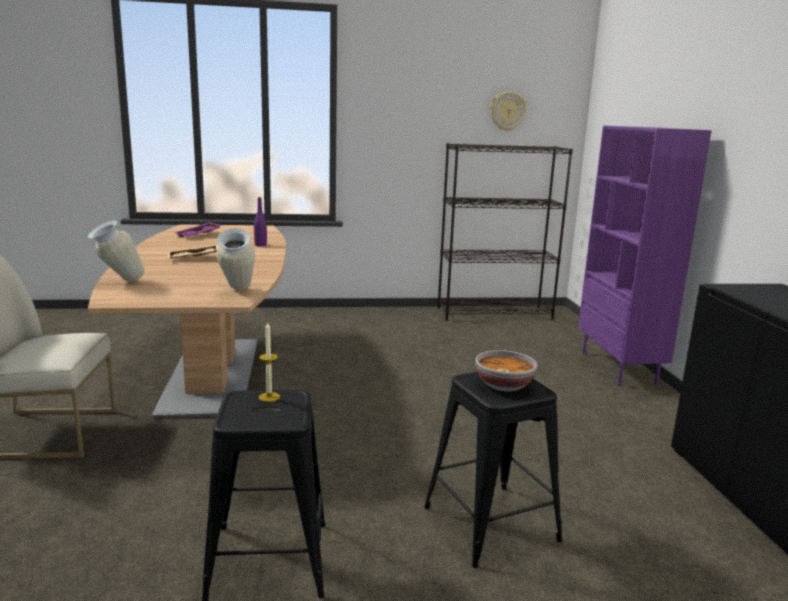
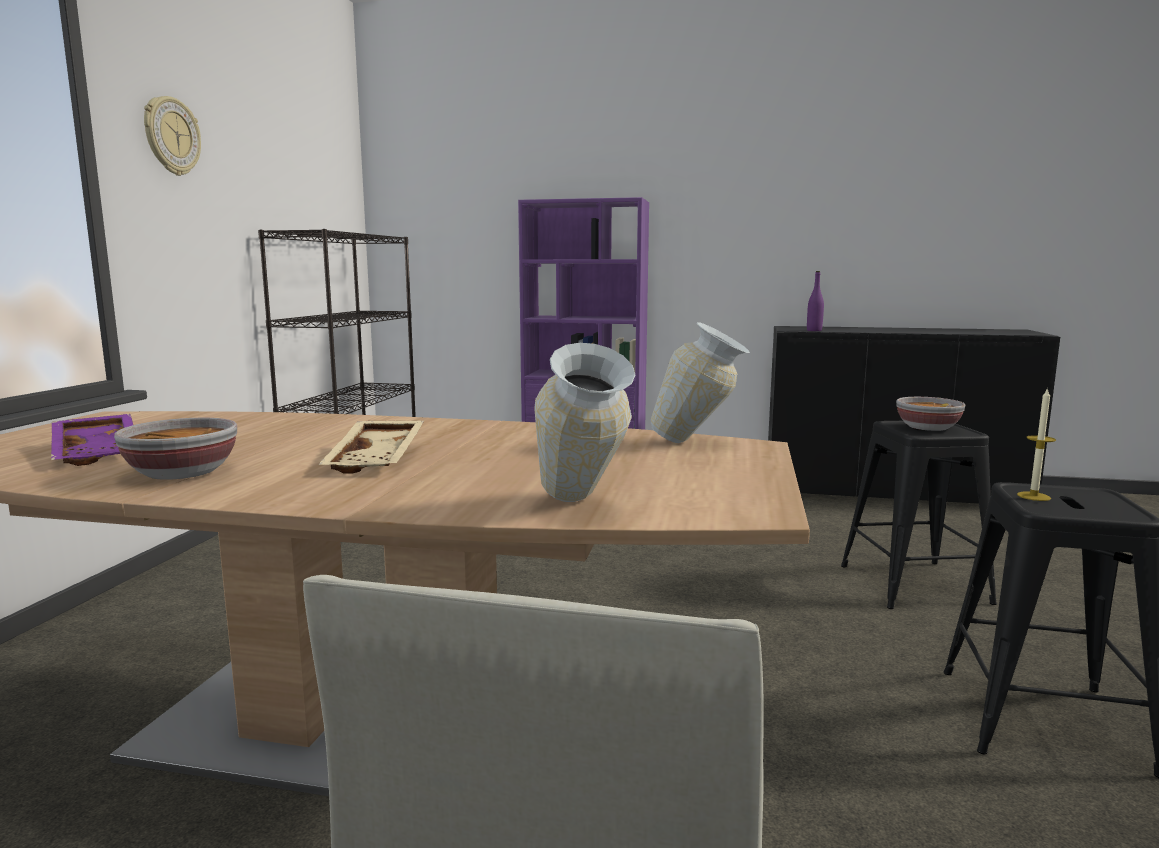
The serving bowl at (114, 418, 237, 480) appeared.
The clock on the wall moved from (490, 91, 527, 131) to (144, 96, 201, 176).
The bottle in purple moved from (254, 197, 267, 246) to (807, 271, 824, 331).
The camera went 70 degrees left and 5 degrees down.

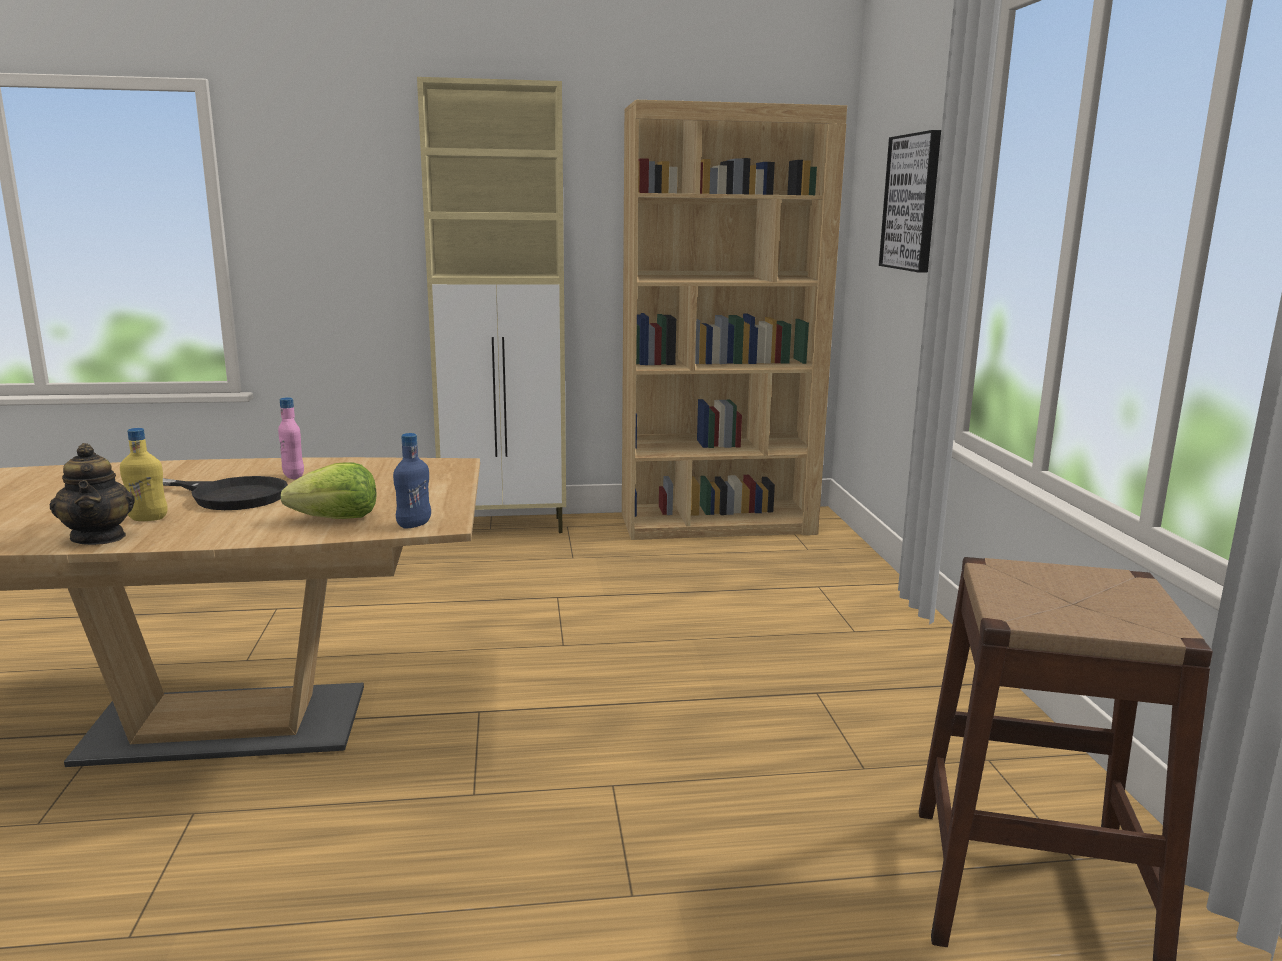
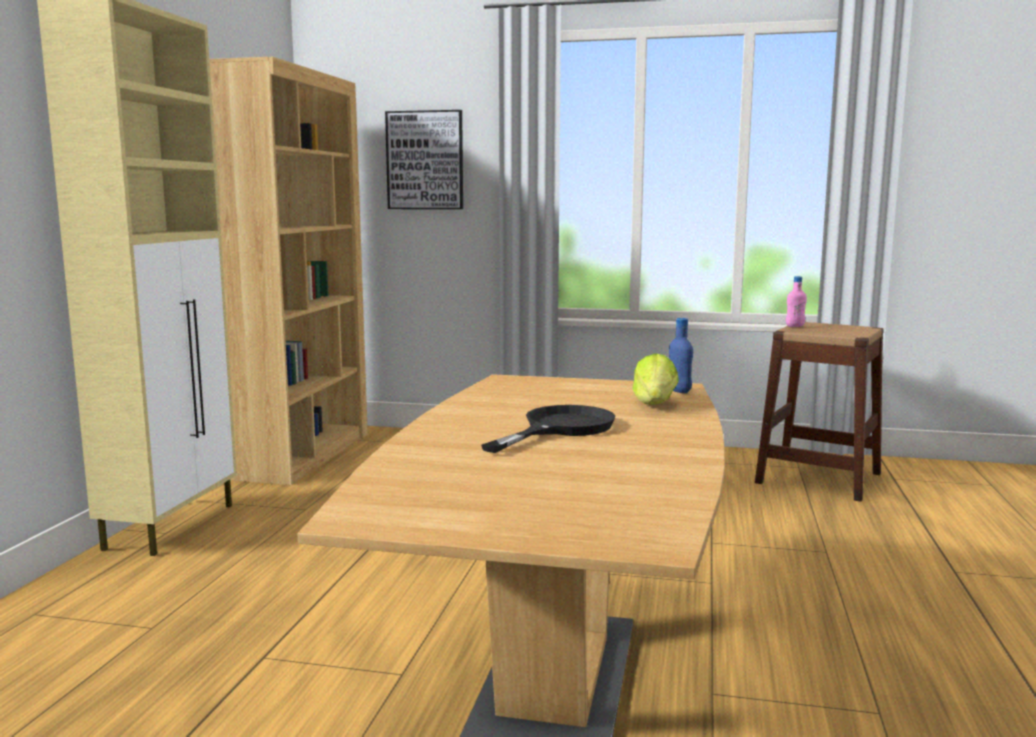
The bottle in pink moved from (278, 397, 304, 479) to (786, 276, 807, 327).
The tea pot at (50, 443, 135, 545) disappeared.
The bottle in yellow at (120, 428, 168, 521) disappeared.
The camera went 70 degrees left and 5 degrees down.

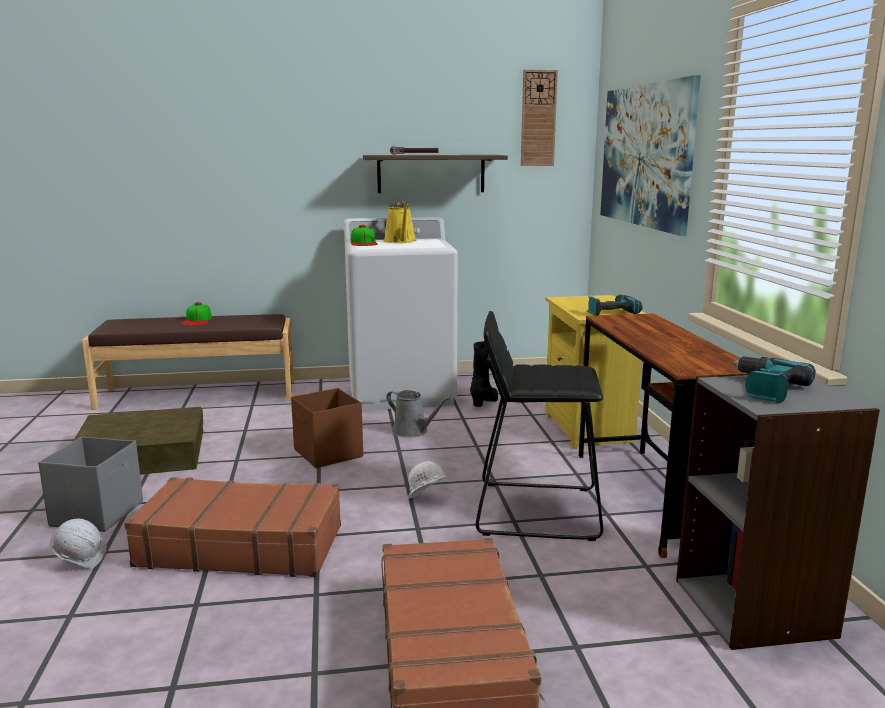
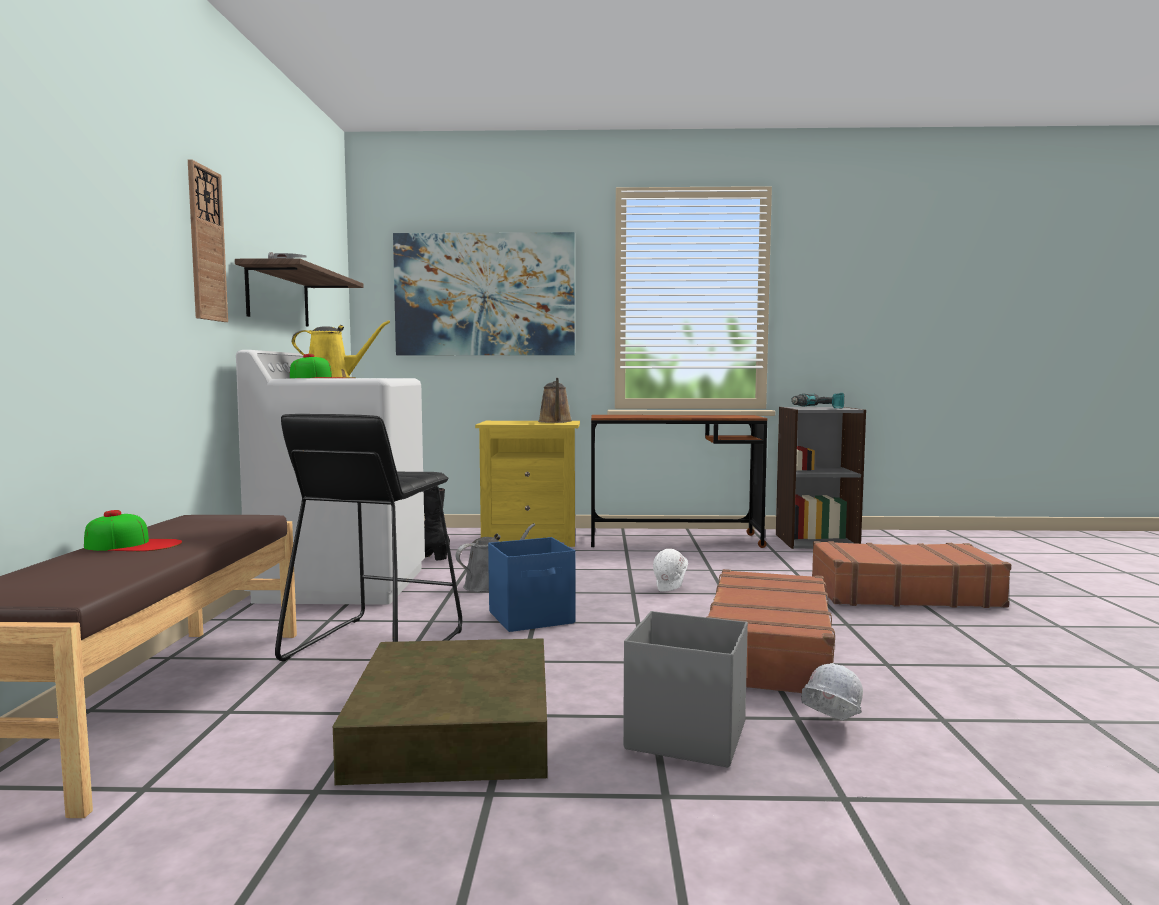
The clock on the wall moved from (521, 70, 558, 166) to (188, 160, 228, 322).
The stool in black moved from (476, 311, 603, 541) to (275, 414, 462, 661).
The storage box in brown-coloured at (291, 388, 363, 468) became the storage box in blue-coloured at (488, 537, 576, 632).
The drill at (587, 295, 642, 316) was replaced by the watering pot in brown-coloured at (538, 378, 572, 423).
The camera went 80 degrees left and 10 degrees down.

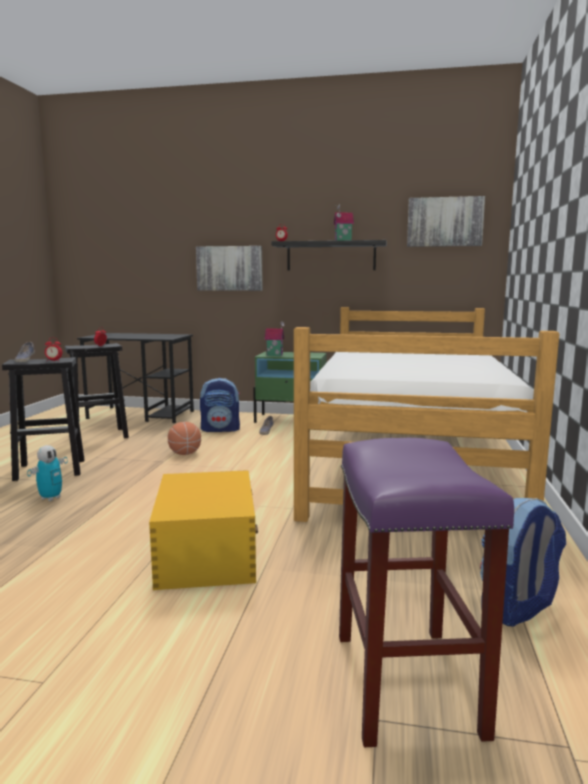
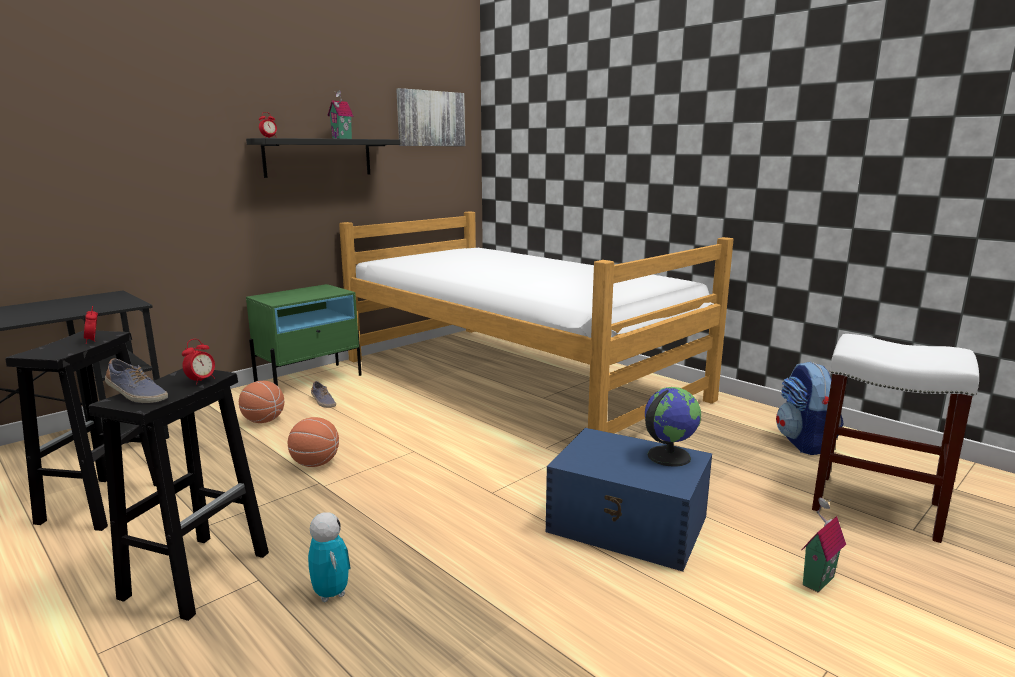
The knapsack at (200, 378, 240, 432) was replaced by the basketball ball at (239, 381, 284, 423).
The storage box in yellow at (149, 470, 258, 590) became the storage box in blue-coloured at (545, 428, 712, 571).
The world globe at (645, 387, 701, 467) appeared.
The model house moved from (264, 321, 284, 356) to (801, 498, 846, 593).
The stool in purple at (339, 438, 514, 747) became the stool in white at (812, 334, 979, 543).
The wall art at (196, 246, 263, 291) disappeared.
The camera went 55 degrees left and 5 degrees up.

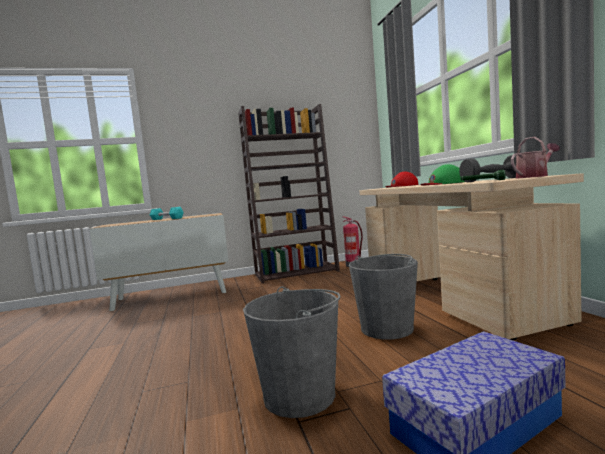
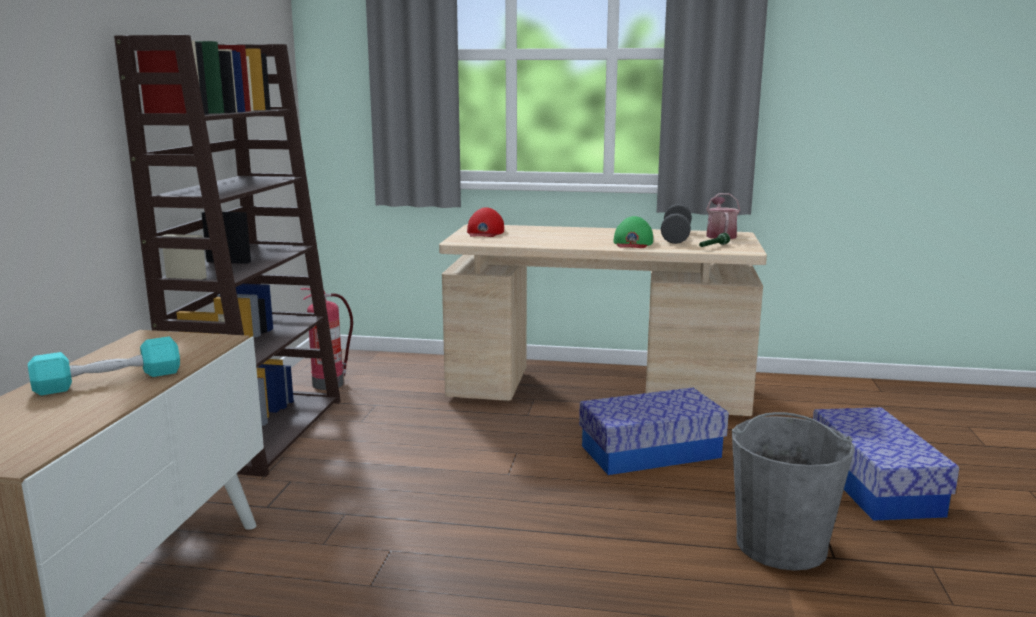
The pail in greyish at (349, 254, 418, 340) was replaced by the storage box at (579, 387, 729, 475).
The camera went 65 degrees left and 10 degrees up.

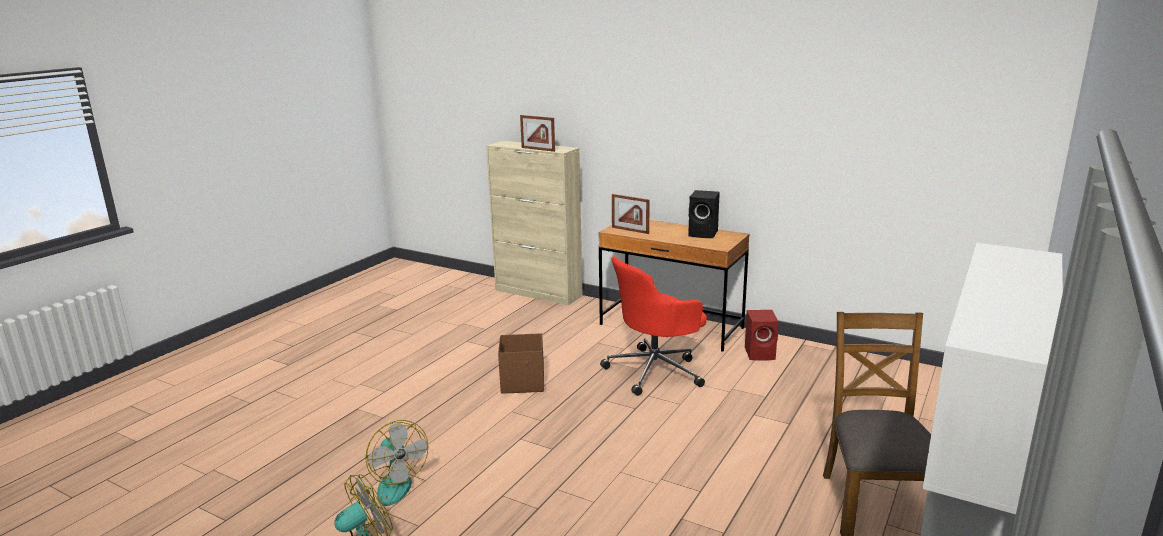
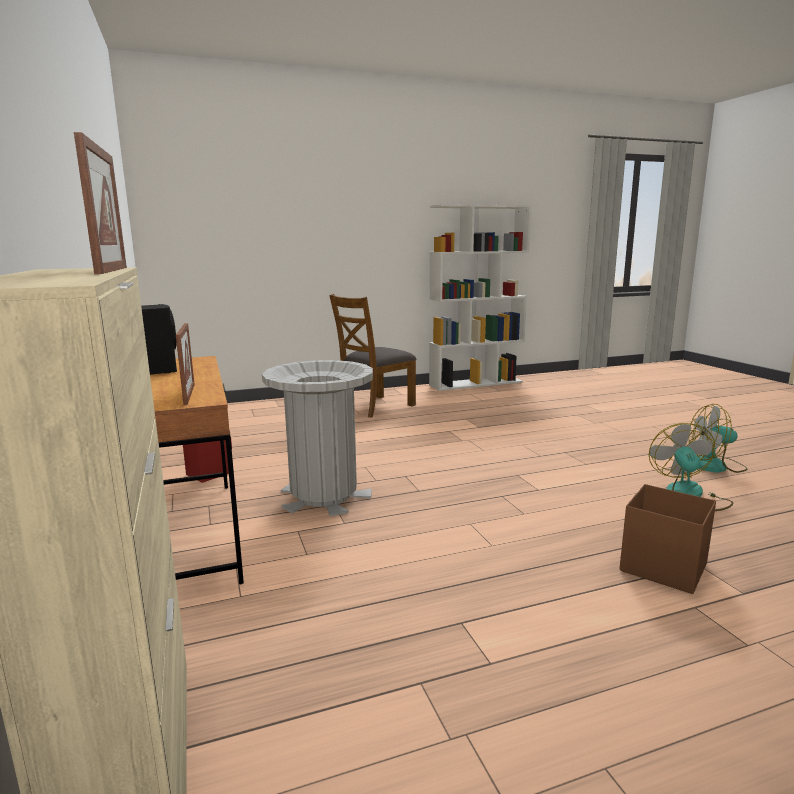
The office chair in reddish at (600, 256, 707, 396) was replaced by the waste bin in greyish at (262, 360, 373, 516).
The storage box in brown-coloured moved from (498, 333, 544, 394) to (620, 484, 716, 594).
The camera went 140 degrees left and 5 degrees down.

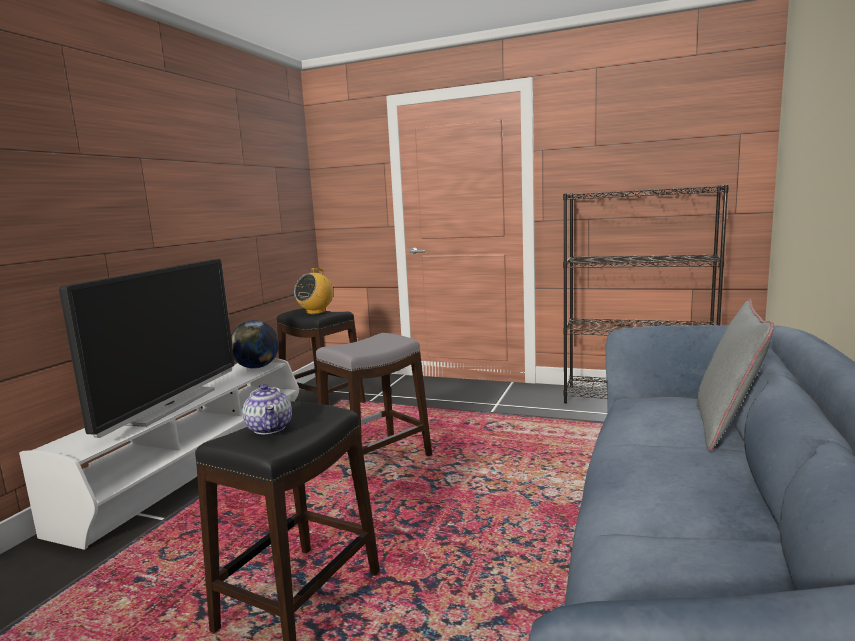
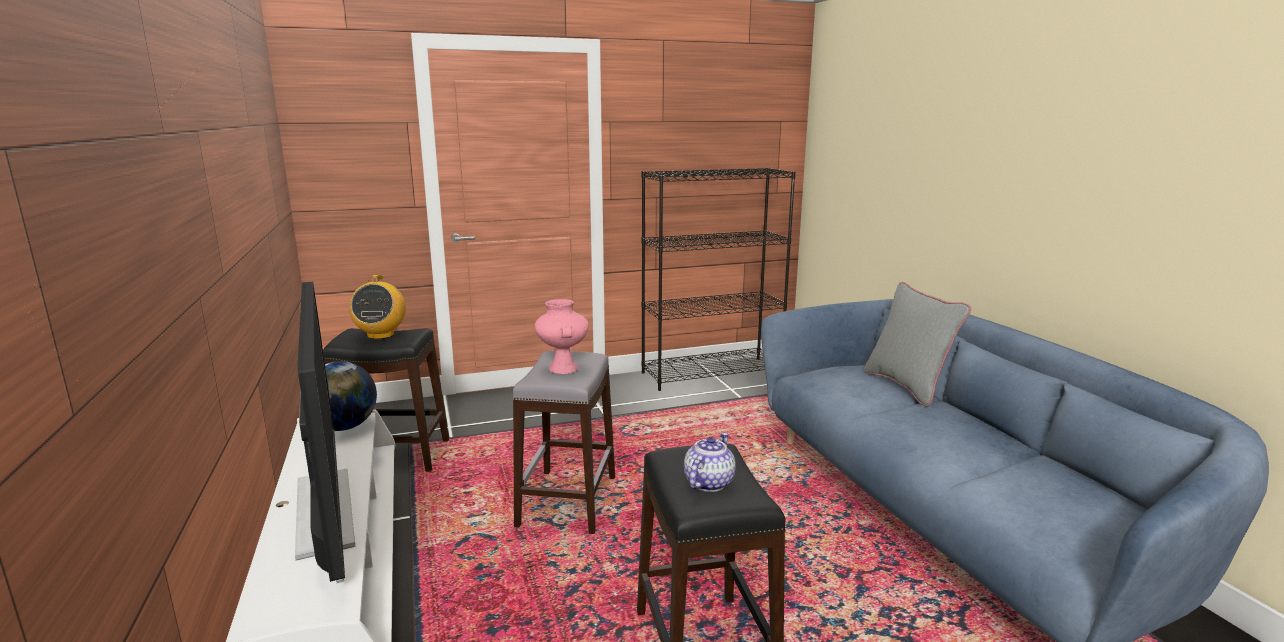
The decorative vase in pink at (535, 299, 589, 374) appeared.
The tea pot at (242, 384, 292, 434) turned 90 degrees counterclockwise.
The camera went 40 degrees left and 5 degrees up.

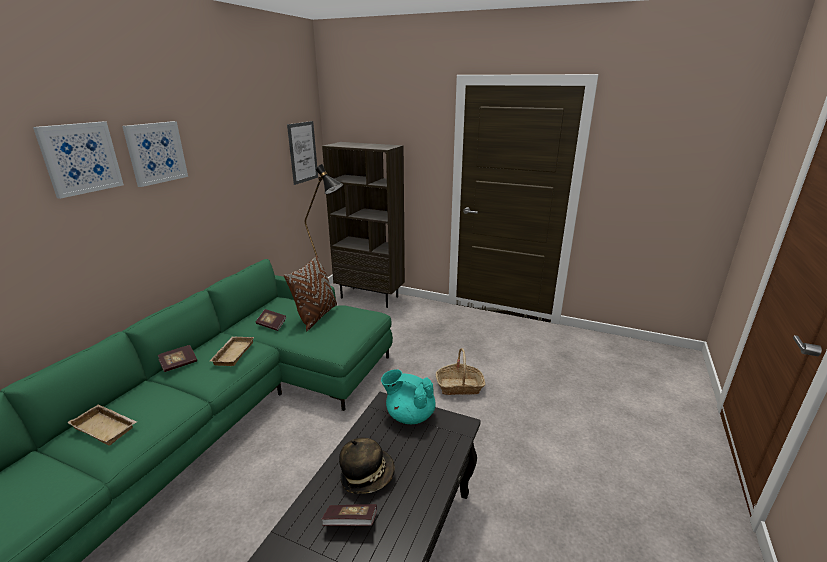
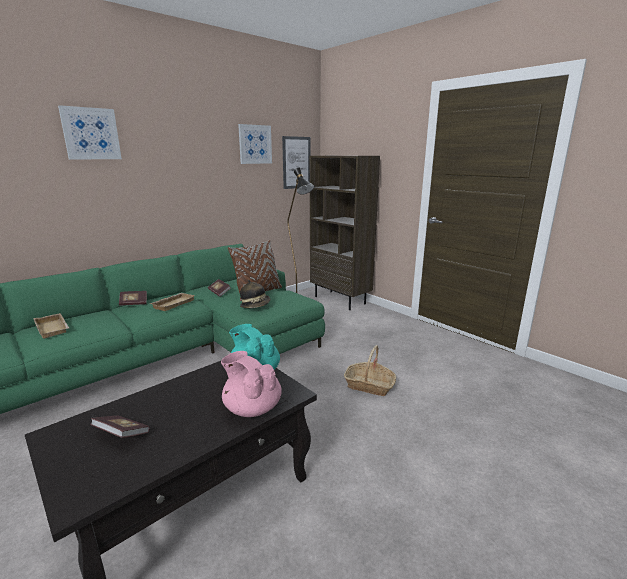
The tea pot in pink at (221, 351, 282, 417) appeared.
The wall art moved from (122, 121, 188, 187) to (238, 124, 272, 164).
The clothing hat moved from (339, 438, 395, 494) to (240, 280, 270, 308).
The camera went 25 degrees right and 5 degrees down.

